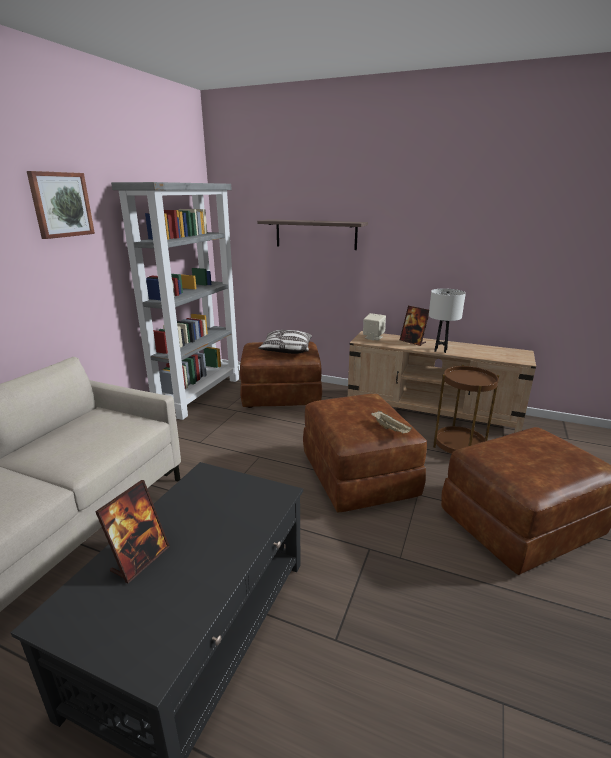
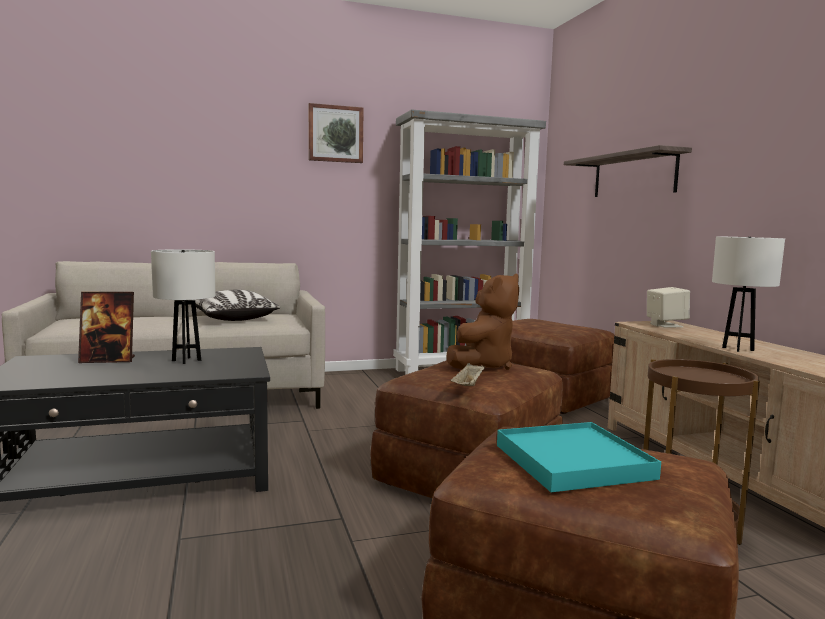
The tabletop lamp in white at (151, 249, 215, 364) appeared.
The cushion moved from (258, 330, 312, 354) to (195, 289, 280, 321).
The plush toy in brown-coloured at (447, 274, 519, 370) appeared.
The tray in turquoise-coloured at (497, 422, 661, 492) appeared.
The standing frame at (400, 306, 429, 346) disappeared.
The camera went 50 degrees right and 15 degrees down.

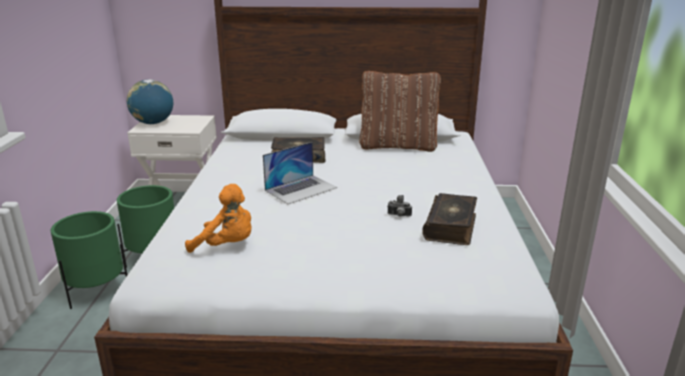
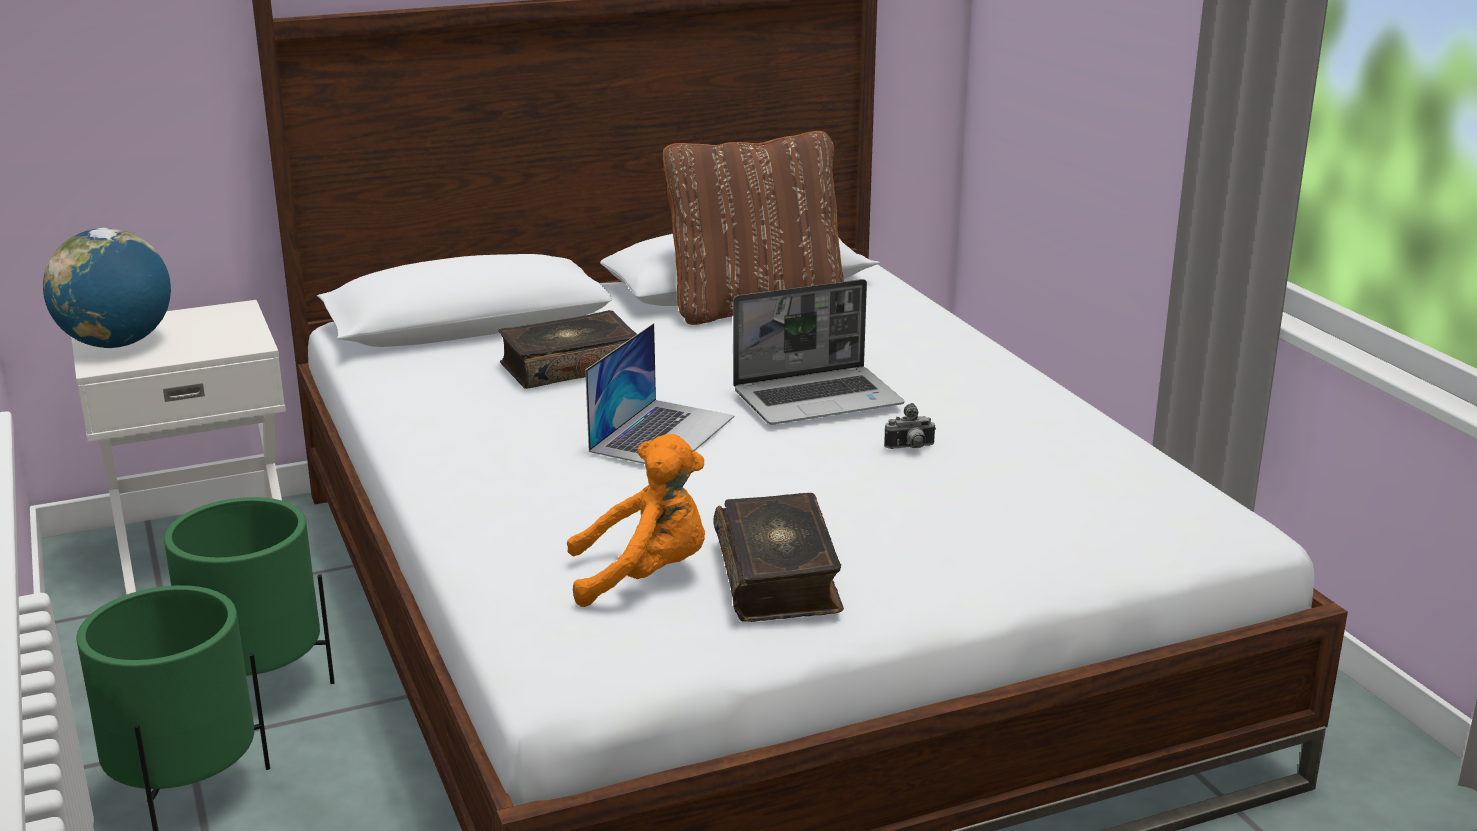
The book moved from (422, 193, 477, 245) to (714, 493, 844, 622).
The portable computer at (733, 279, 904, 425) appeared.
The camera went 25 degrees left and 0 degrees up.

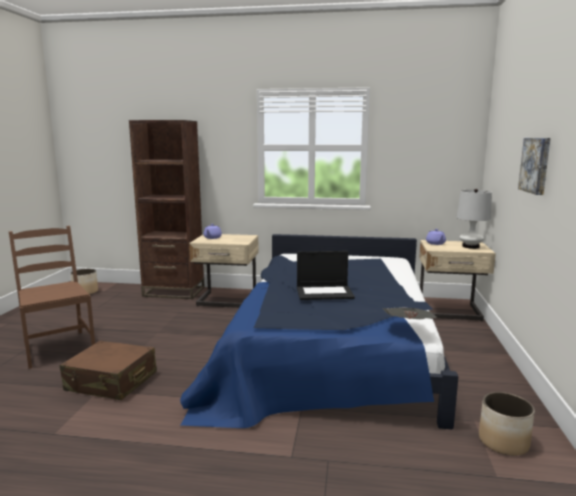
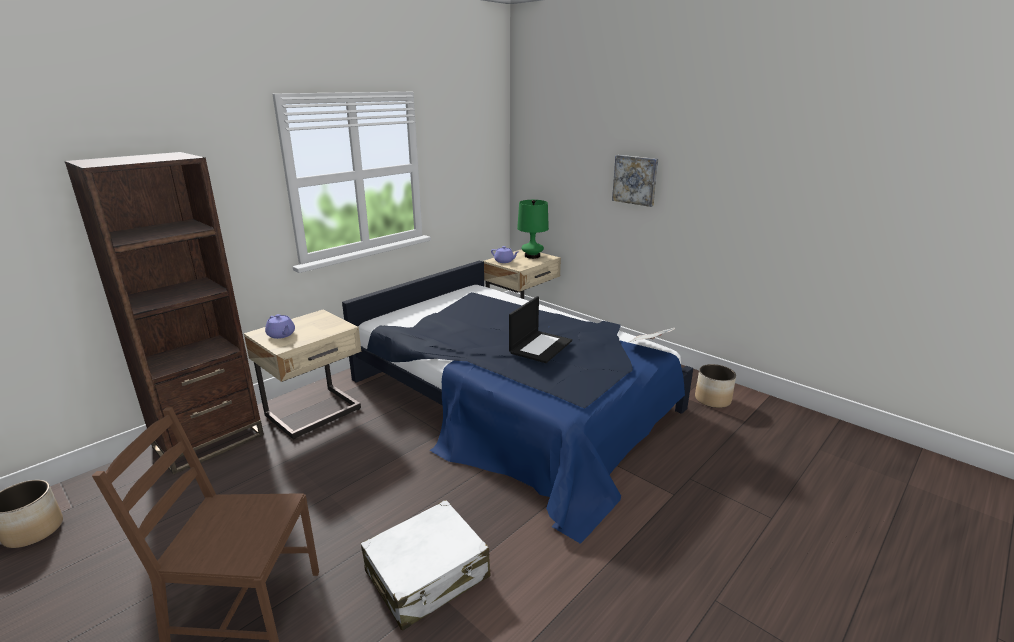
The piece of luggage in brown-coloured at (60, 341, 157, 400) became the piece of luggage in white at (361, 500, 490, 631).
The tabletop lamp in white at (457, 189, 492, 249) became the tabletop lamp in green at (517, 200, 549, 259).
The camera went 55 degrees left and 10 degrees up.

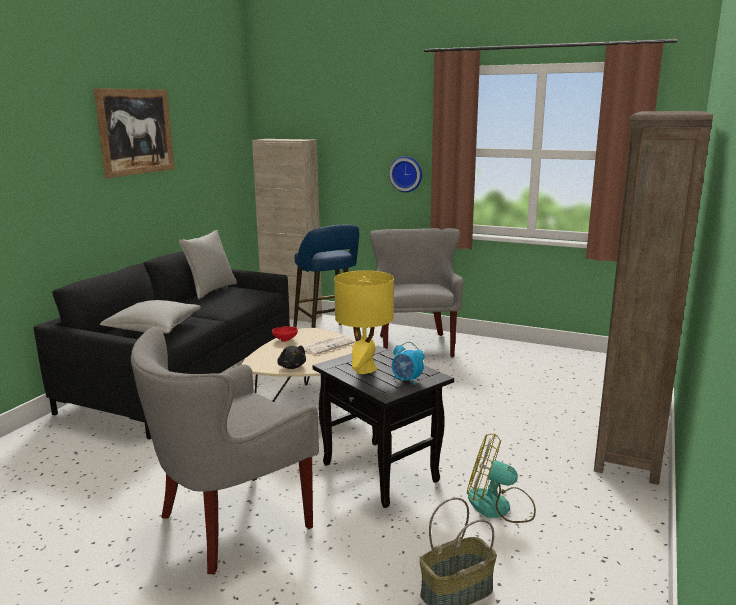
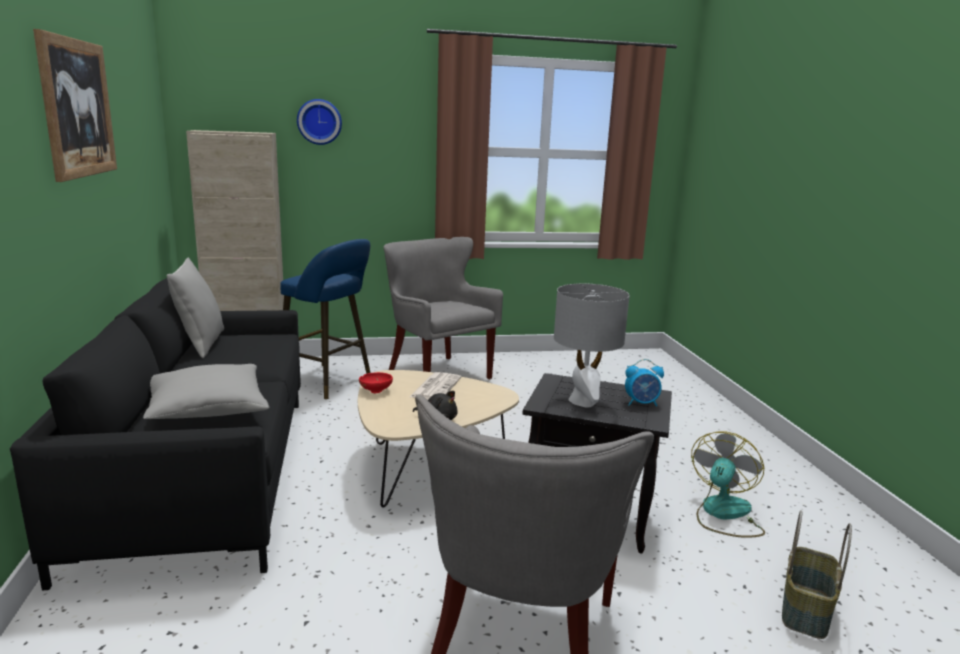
The clock on the wall moved from (389, 156, 422, 192) to (297, 99, 342, 145).
The tabletop lamp in yellow at (334, 270, 394, 374) became the tabletop lamp in greyish at (554, 283, 630, 407).
The fan at (467, 434, 536, 523) turned 135 degrees clockwise.
The shelving unit in brown-coloured at (594, 111, 713, 485) disappeared.
The camera went 35 degrees left and 0 degrees up.

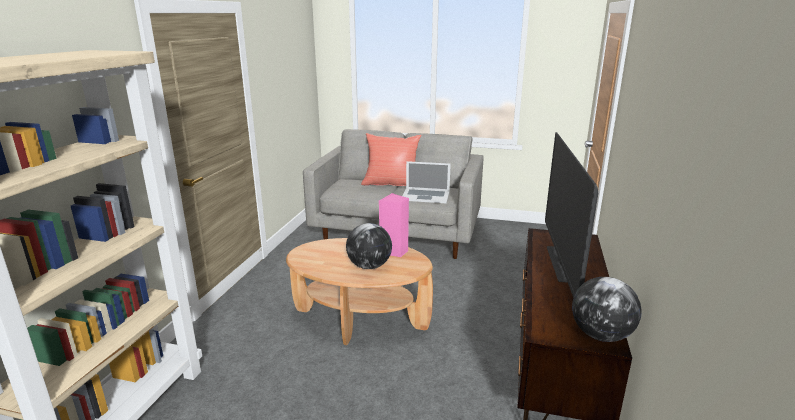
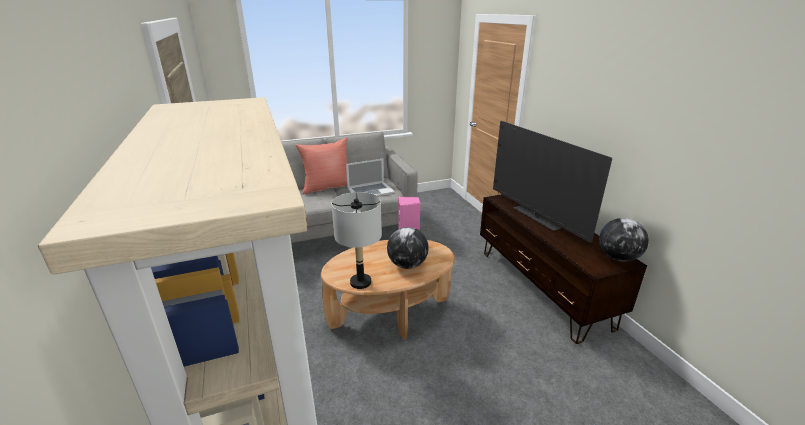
The tabletop lamp in greyish at (331, 192, 382, 289) appeared.
The camera went 35 degrees left and 5 degrees up.

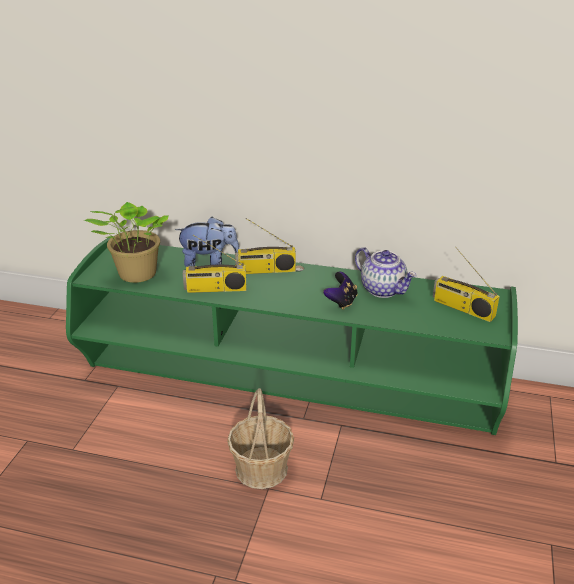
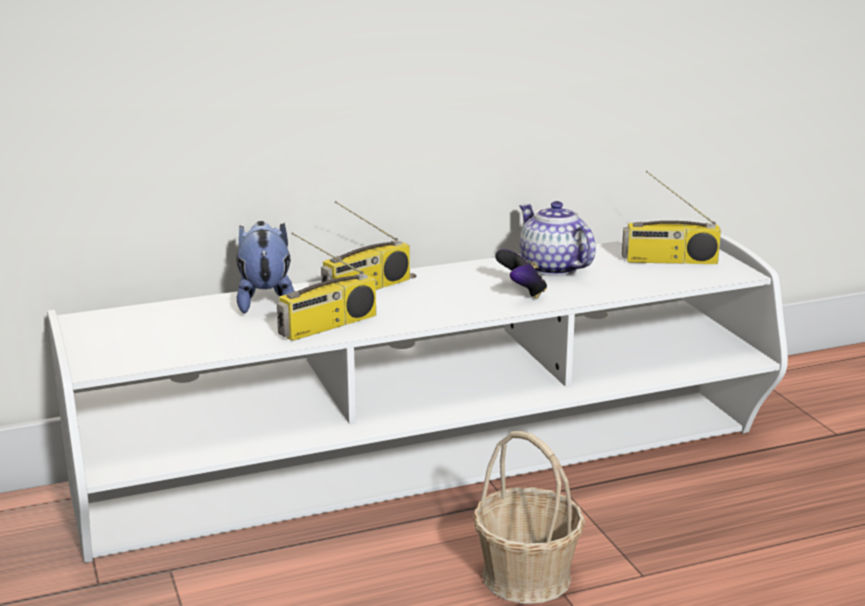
The tv stand in green at (66, 238, 518, 435) became the tv stand in white at (47, 234, 788, 563).
The plush toy at (175, 217, 239, 267) turned 60 degrees counterclockwise.
The tea pot at (355, 247, 417, 298) turned 135 degrees counterclockwise.
The plant in a pot at (84, 202, 169, 283) disappeared.
The camera went 35 degrees left and 10 degrees down.

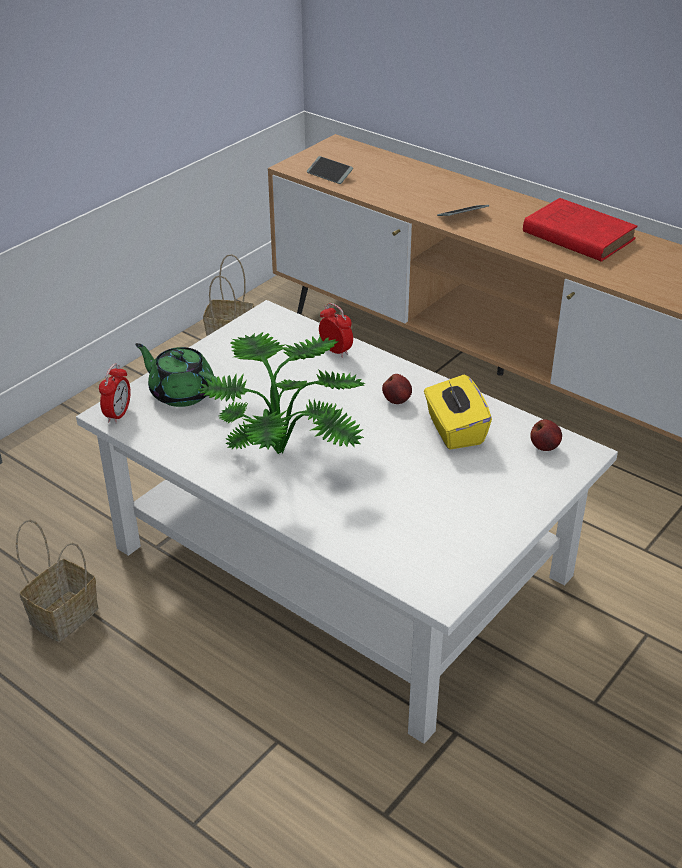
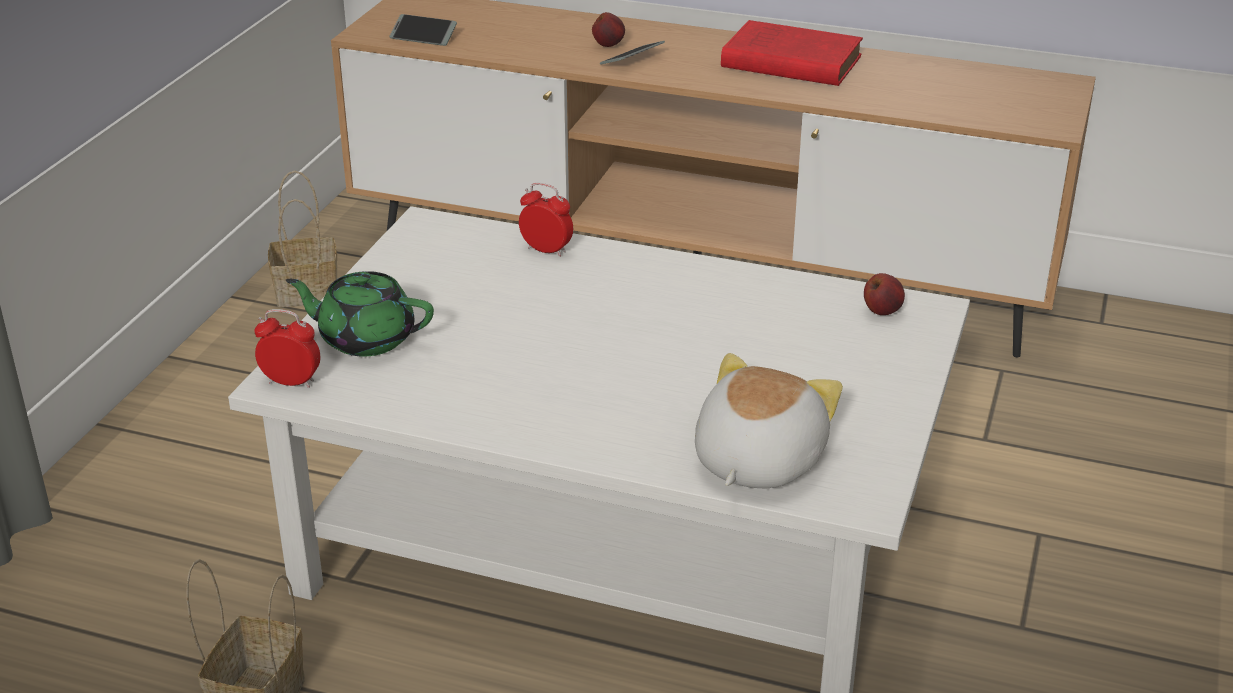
The alarm clock at (99, 364, 131, 424) turned 75 degrees counterclockwise.
The whole apple moved from (382, 374, 412, 404) to (592, 12, 625, 47).
The plush toy at (695, 353, 843, 488) appeared.
The plant in a pot at (198, 331, 365, 454) disappeared.
The tissue box in yellow at (424, 374, 492, 449) disappeared.
The camera went 20 degrees left and 5 degrees down.

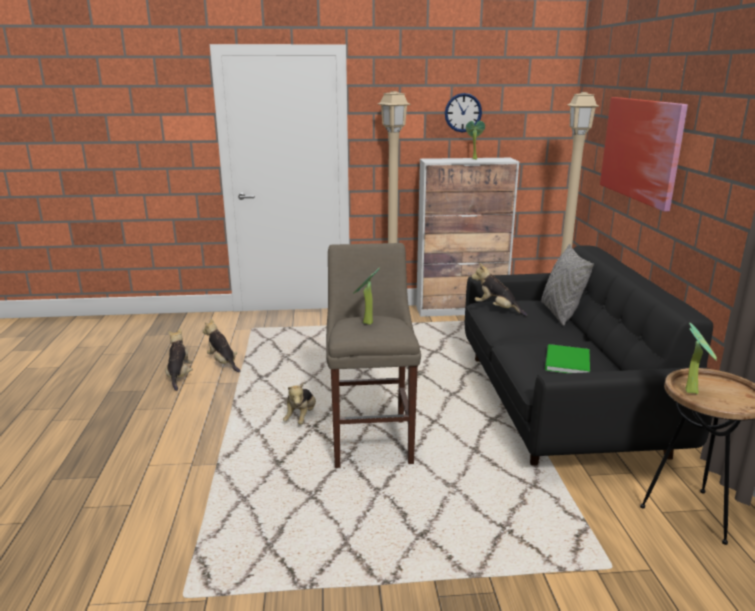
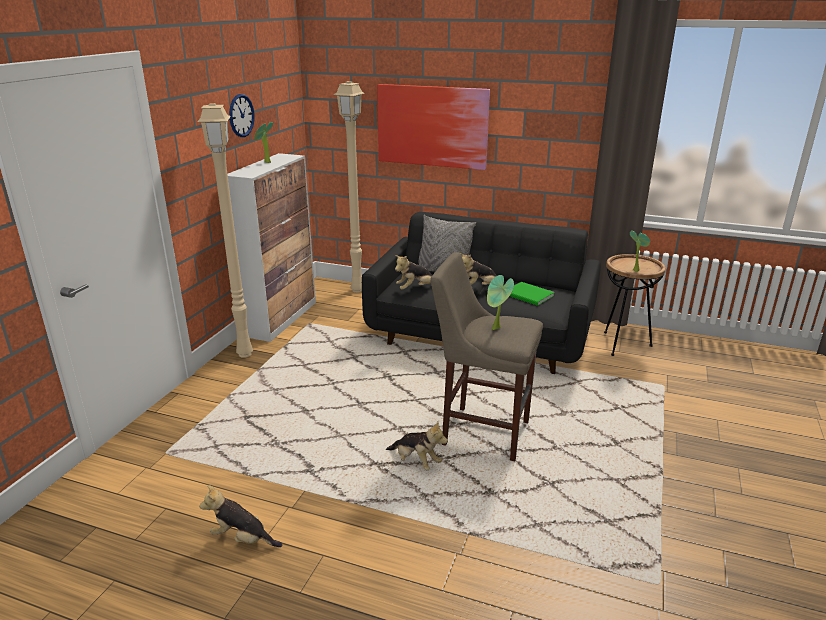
The plush toy moved from (203, 319, 240, 373) to (460, 253, 505, 285).
The camera went 65 degrees left and 5 degrees up.

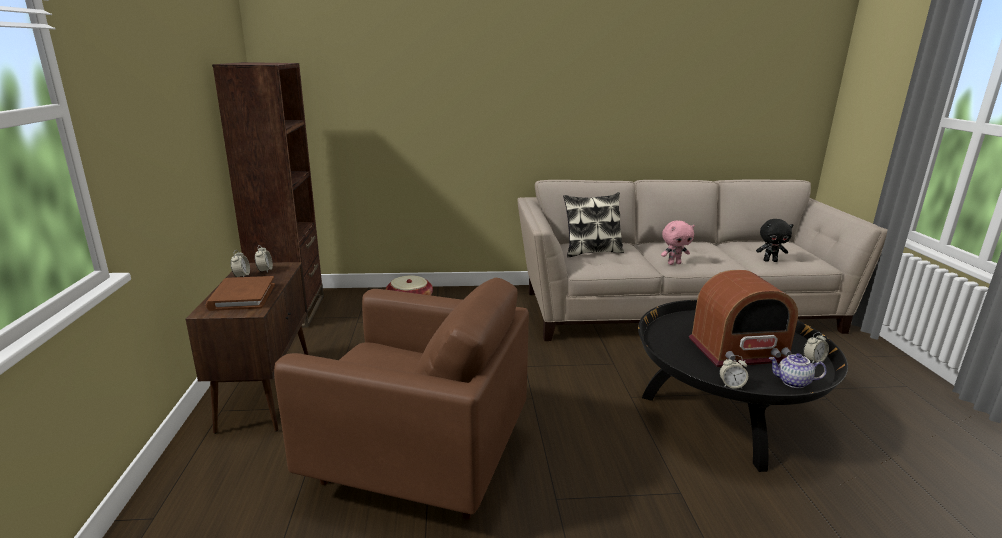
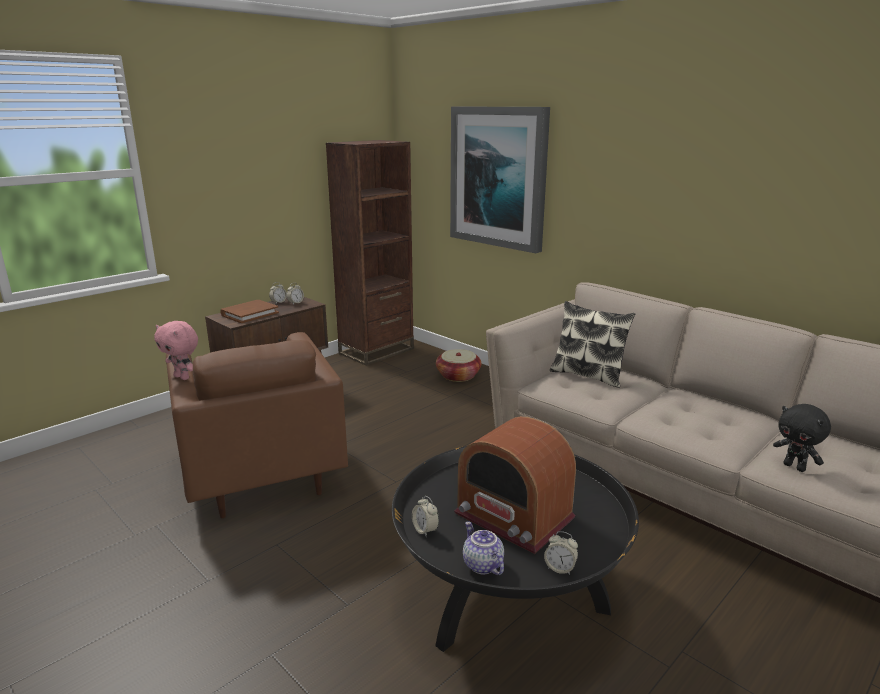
The plush toy in pink moved from (661, 220, 695, 265) to (154, 321, 198, 380).
The wall art at (450, 106, 550, 253) appeared.
The camera went 50 degrees right and 0 degrees up.

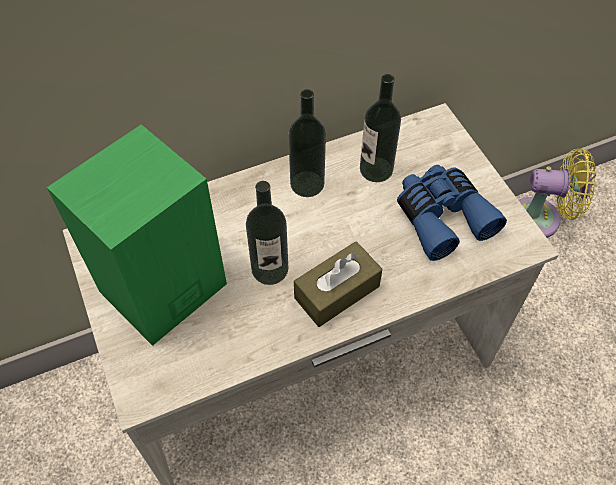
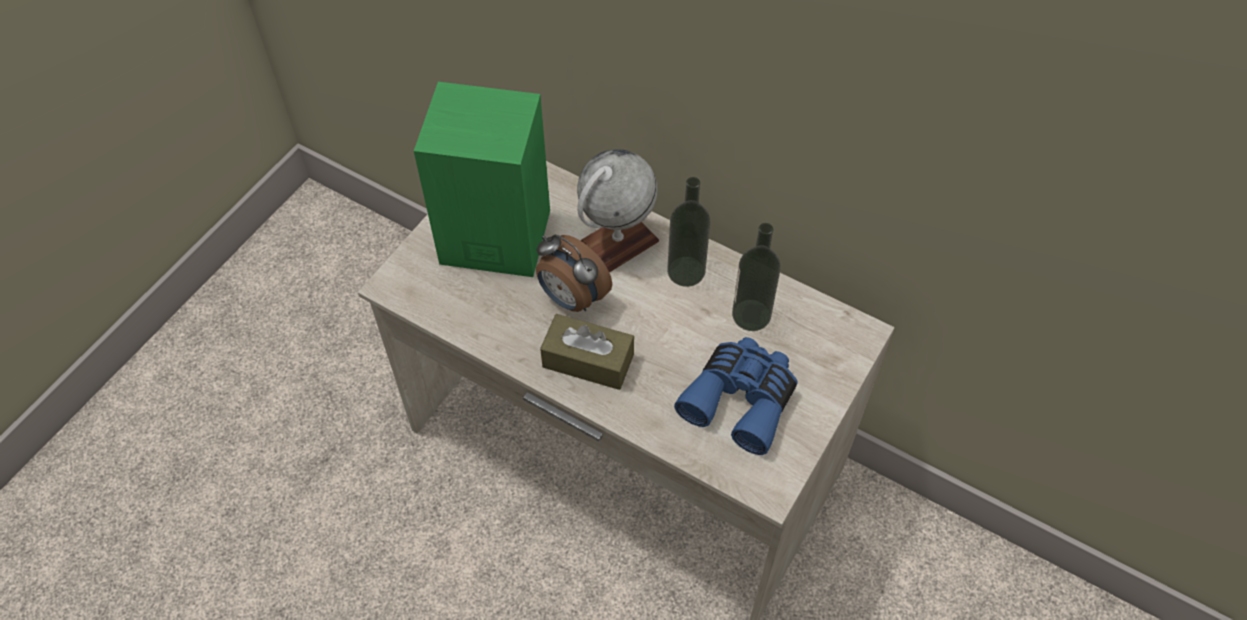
The bottle at (246, 181, 288, 285) was replaced by the alarm clock at (536, 235, 612, 312).
The world globe at (577, 149, 659, 273) appeared.
The fan in yellow at (519, 148, 596, 238) disappeared.
The camera went 55 degrees right and 0 degrees up.

